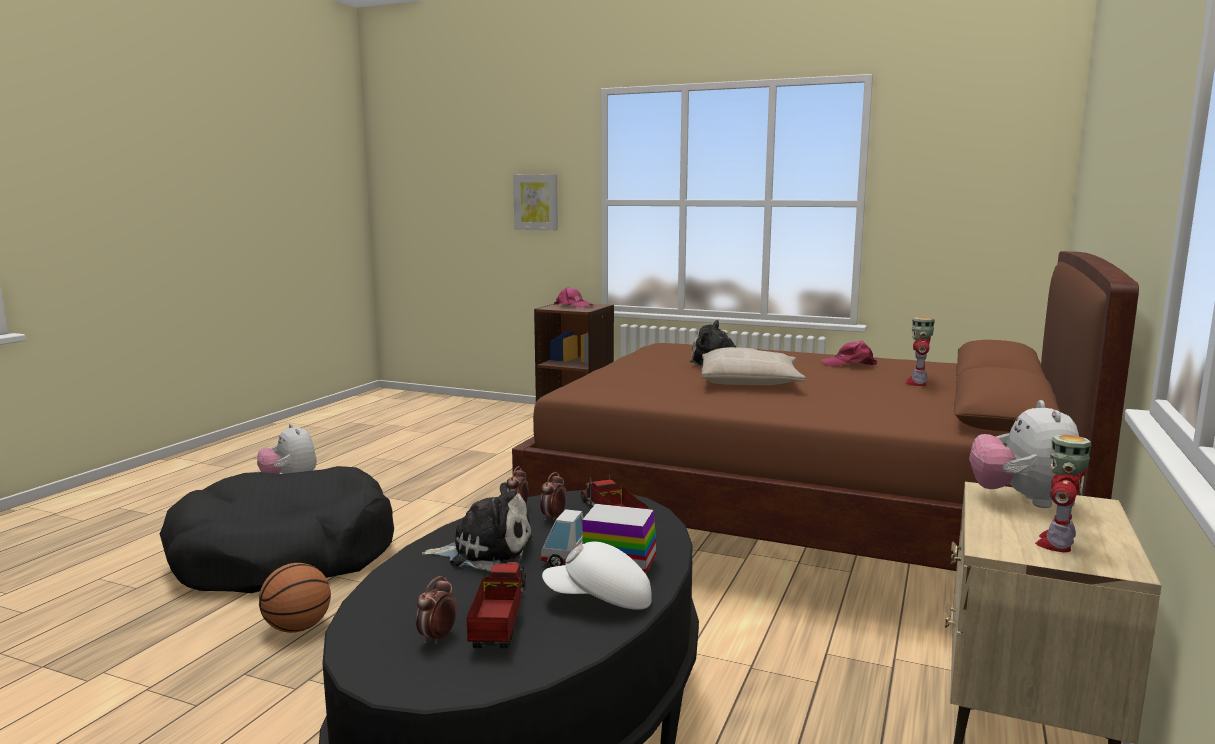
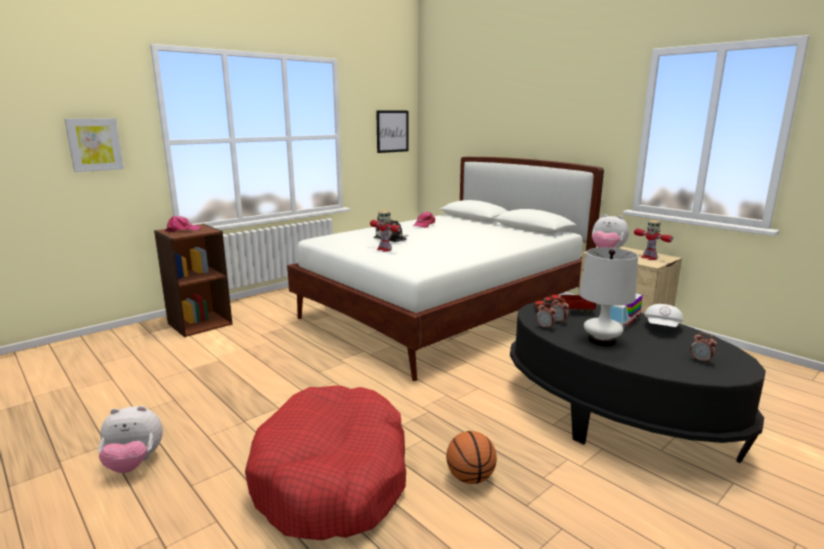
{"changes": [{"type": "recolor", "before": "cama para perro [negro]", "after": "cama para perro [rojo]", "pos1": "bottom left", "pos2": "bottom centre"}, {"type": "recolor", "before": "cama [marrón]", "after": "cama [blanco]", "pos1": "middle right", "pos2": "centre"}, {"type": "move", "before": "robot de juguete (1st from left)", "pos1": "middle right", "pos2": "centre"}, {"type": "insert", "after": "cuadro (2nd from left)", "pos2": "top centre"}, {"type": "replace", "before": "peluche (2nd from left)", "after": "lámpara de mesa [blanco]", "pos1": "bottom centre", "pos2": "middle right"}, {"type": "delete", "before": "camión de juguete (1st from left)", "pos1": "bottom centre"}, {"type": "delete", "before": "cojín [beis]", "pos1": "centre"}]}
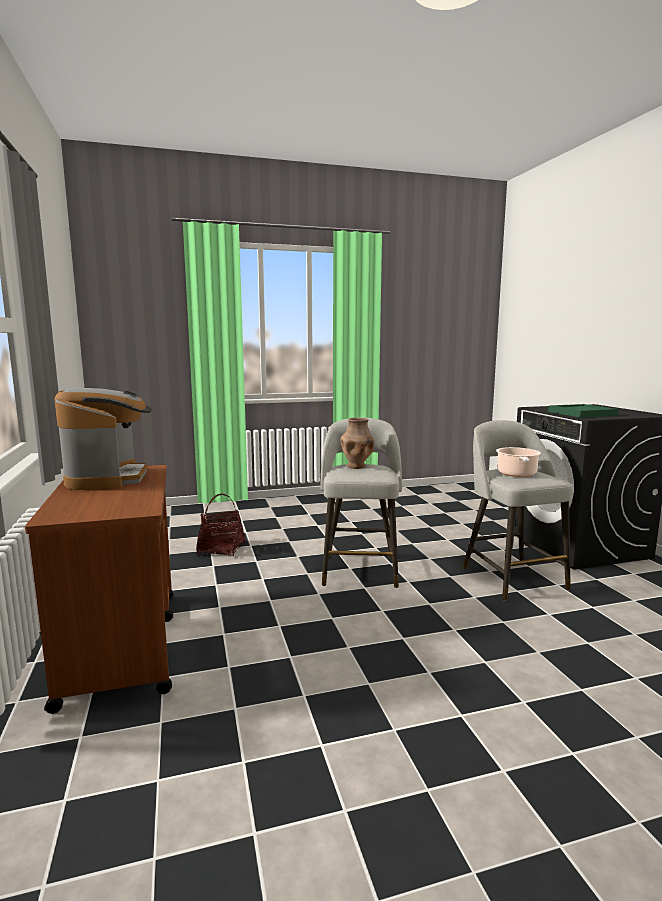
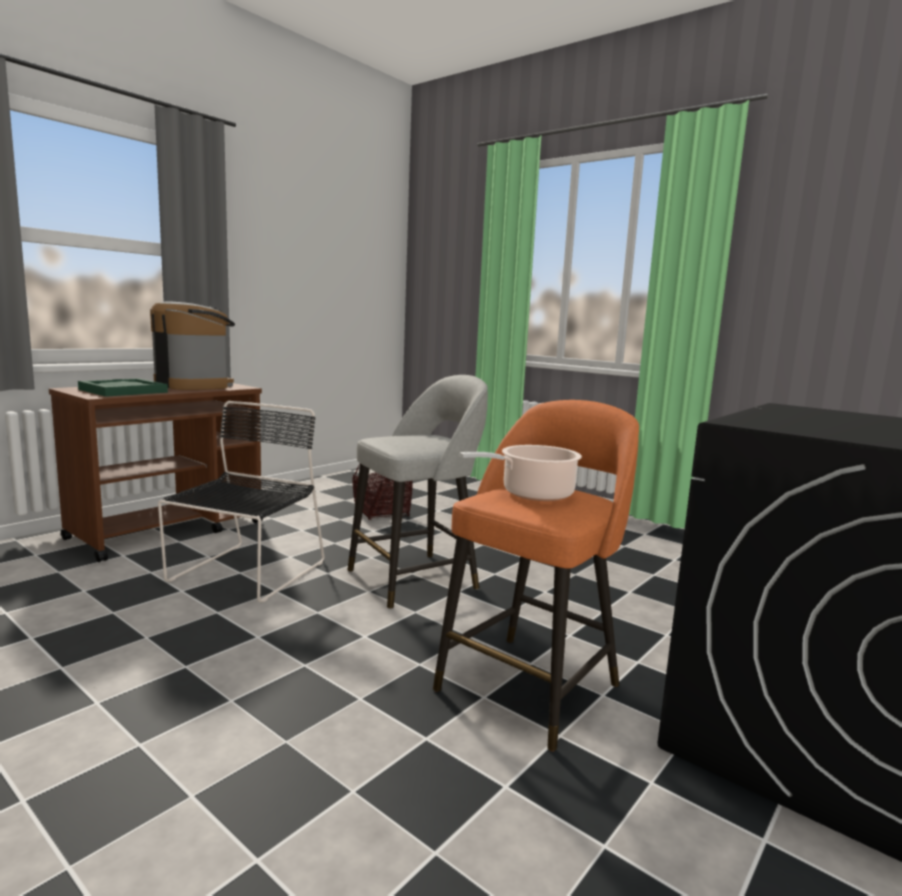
{"changes": [{"type": "move", "before": "bandeja [verde]", "pos1": "middle right", "pos2": "middle left"}, {"type": "rotate", "before": "cafetera", "pos1": "middle left", "pos2": "middle left", "turn": -90}, {"type": "insert", "after": "silla [negro]", "pos2": "middle left"}, {"type": "recolor", "before": "taburete [gris] (2nd from left)", "after": "taburete [naranja]", "pos1": "middle right", "pos2": "centre"}, {"type": "delete", "before": "florero [marrón]", "pos1": "centre"}]}
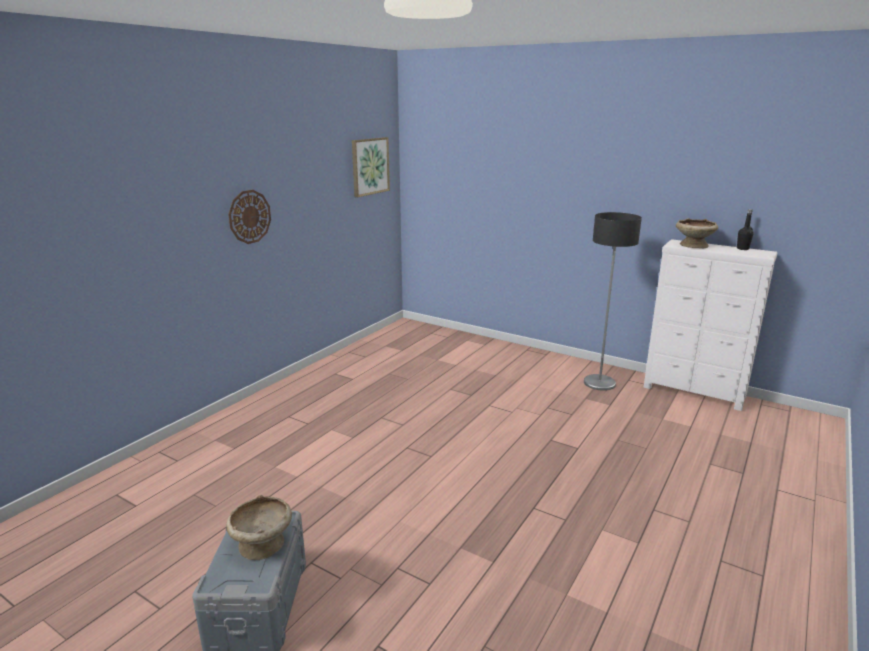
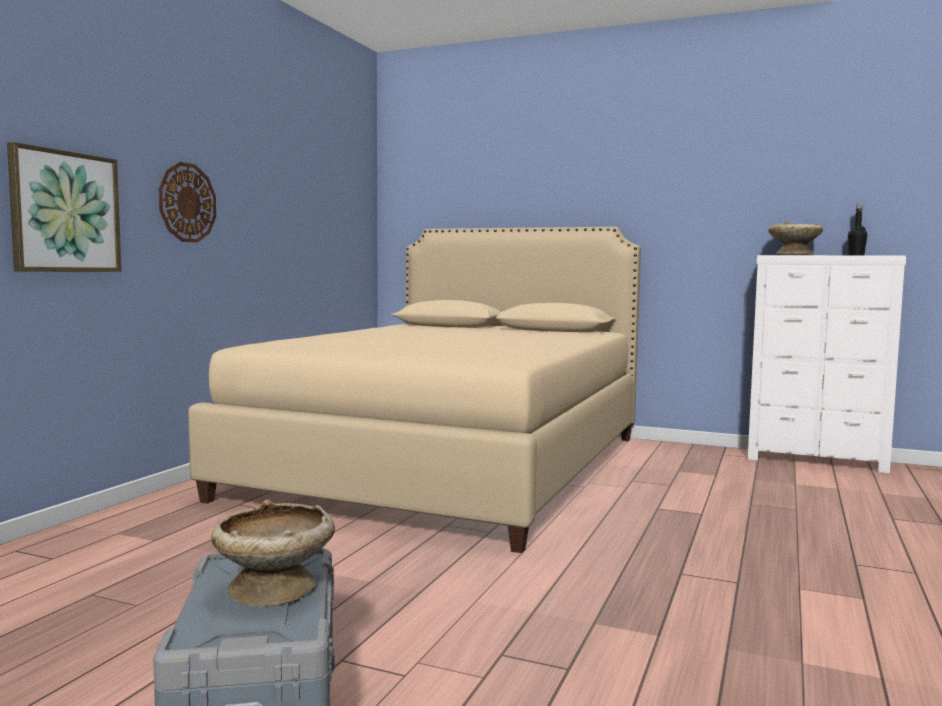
{"changes": [{"type": "move", "before": "cuadro", "pos1": "top centre", "pos2": "top left"}, {"type": "insert", "after": "cama [beis]", "pos2": "centre"}, {"type": "delete", "before": "lámpara de pie", "pos1": "middle right"}]}
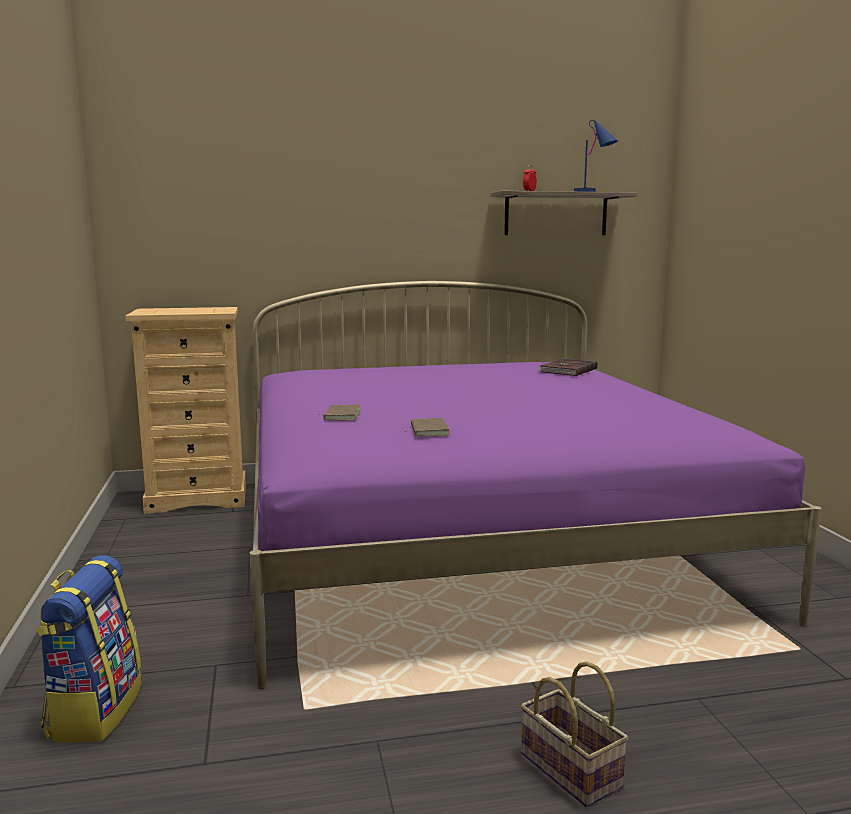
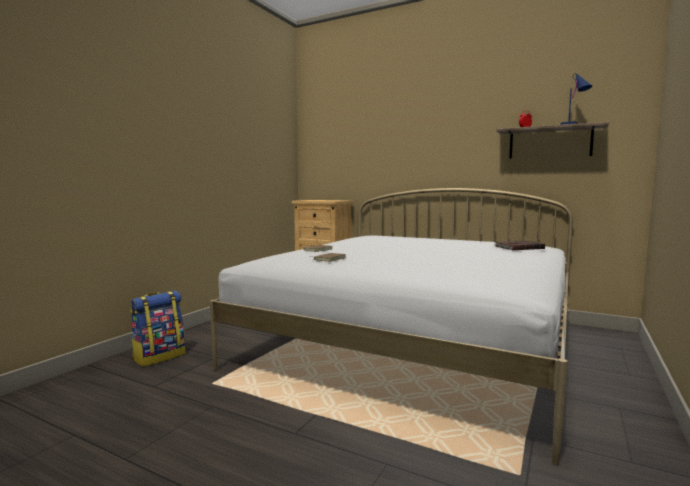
{"changes": [{"type": "recolor", "before": "cama [morado]", "after": "cama [blanco]", "pos1": "centre", "pos2": "bottom centre"}, {"type": "delete", "before": "cesta", "pos1": "bottom right"}]}
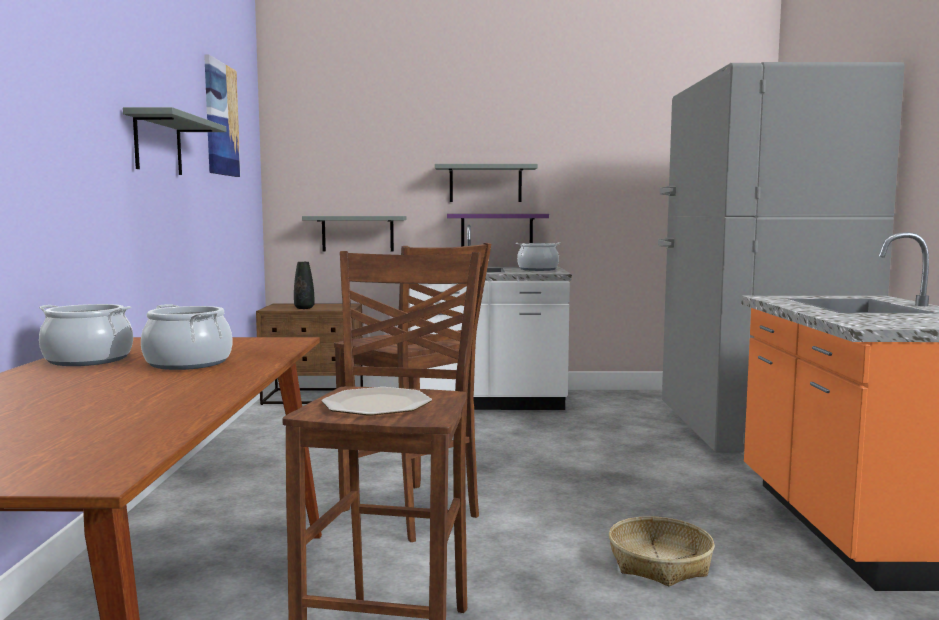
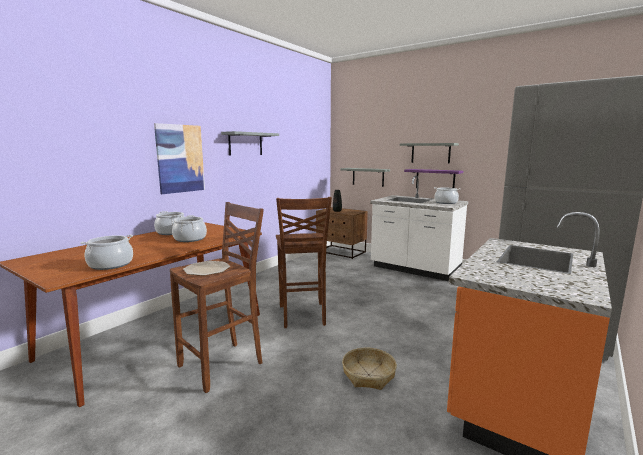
{"changes": [{"type": "insert", "after": "olla (1st from left)", "pos2": "middle left"}, {"type": "move", "before": "cuadro", "pos1": "top left", "pos2": "middle left"}]}
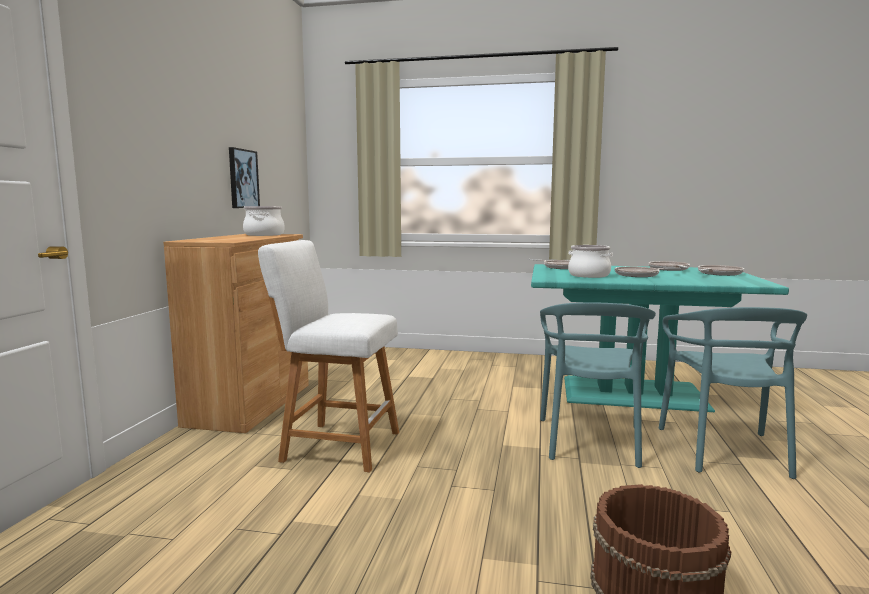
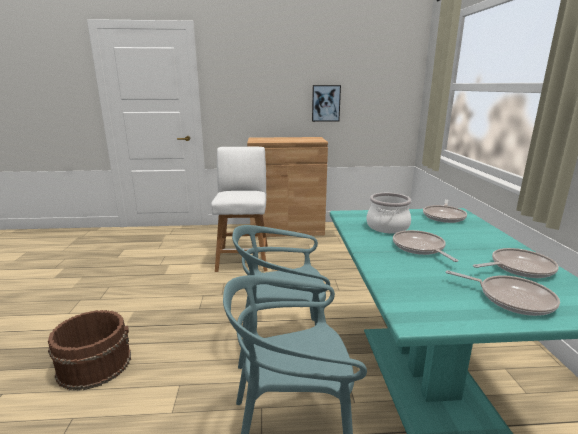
{"changes": [{"type": "delete", "before": "olla (1st from left)", "pos1": "middle left"}]}
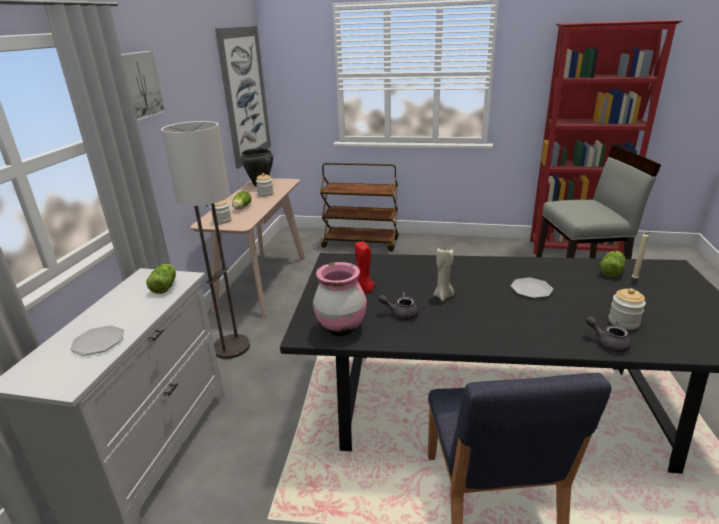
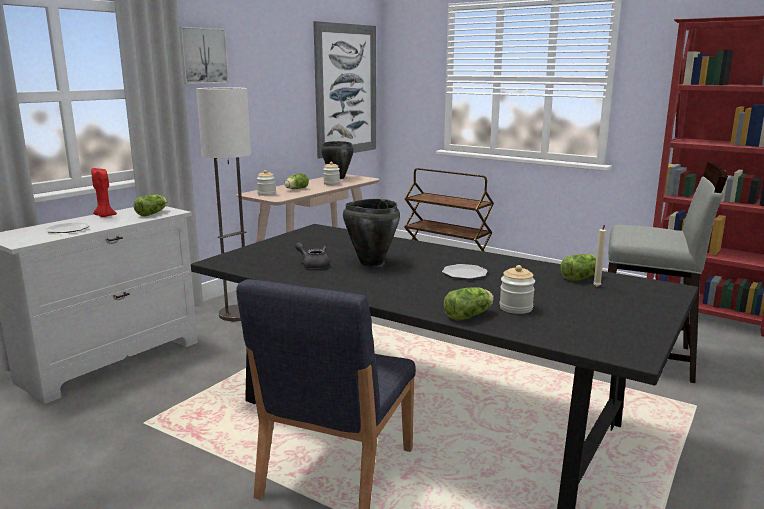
{"changes": [{"type": "move", "before": "vela [rojo]", "pos1": "centre", "pos2": "middle left"}, {"type": "replace", "before": "vela [beis] (1st from left)", "after": "olla [negro] (2nd from left)", "pos1": "centre", "pos2": "centre"}, {"type": "replace", "before": "tetera [gris] (2nd from left)", "after": "lechuga (3rd from left)", "pos1": "middle right", "pos2": "centre"}, {"type": "delete", "before": "florero [rosa]", "pos1": "centre"}]}
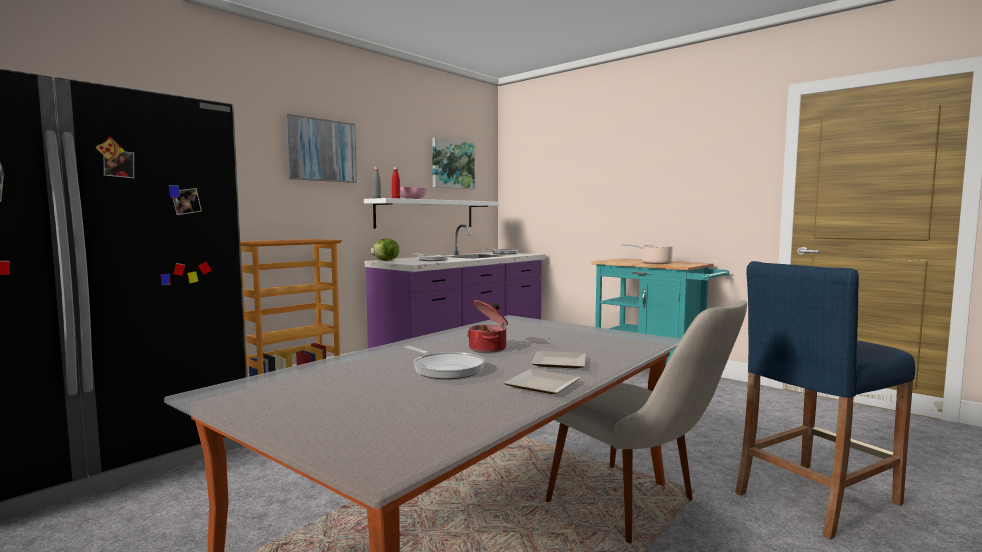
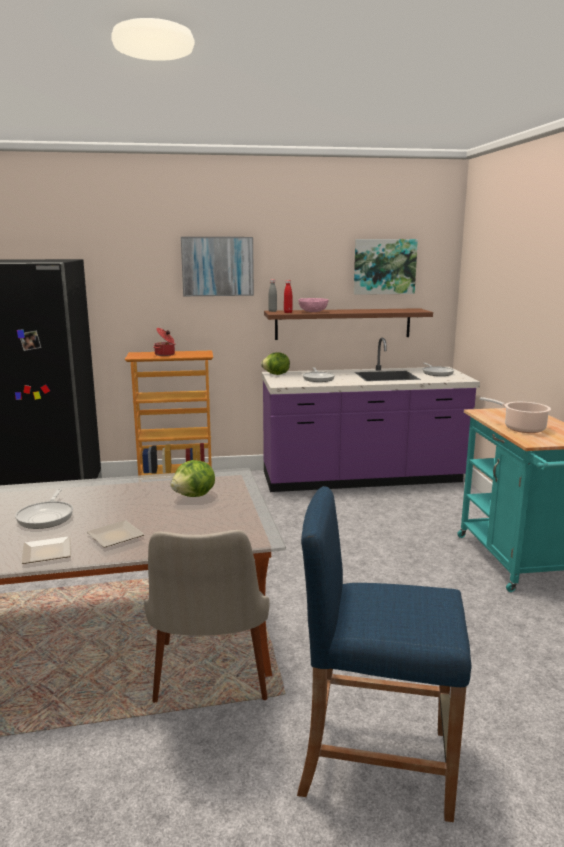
{"changes": [{"type": "move", "before": "olla (1st from left)", "pos1": "centre", "pos2": "middle left"}, {"type": "insert", "after": "lechuga (1st from left)", "pos2": "centre"}, {"type": "recolor", "before": "estante [blanco]", "after": "estante [marrón]", "pos1": "centre", "pos2": "centre"}]}
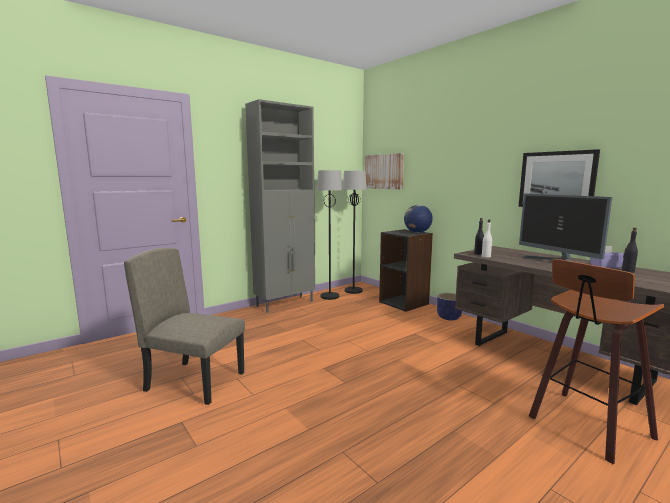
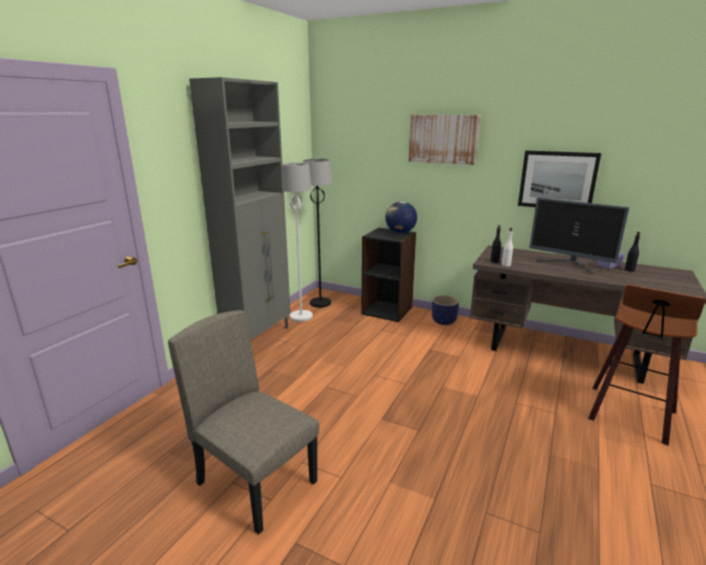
{"changes": [{"type": "rotate", "before": "silla [beis]", "pos1": "middle left", "pos2": "bottom centre", "turn": 45}, {"type": "recolor", "before": "lámpara de pie [negro] (1st from left)", "after": "lámpara de pie [blanco]", "pos1": "centre", "pos2": "centre"}, {"type": "move", "before": "cuadro (1st from left)", "pos1": "centre", "pos2": "top centre"}]}
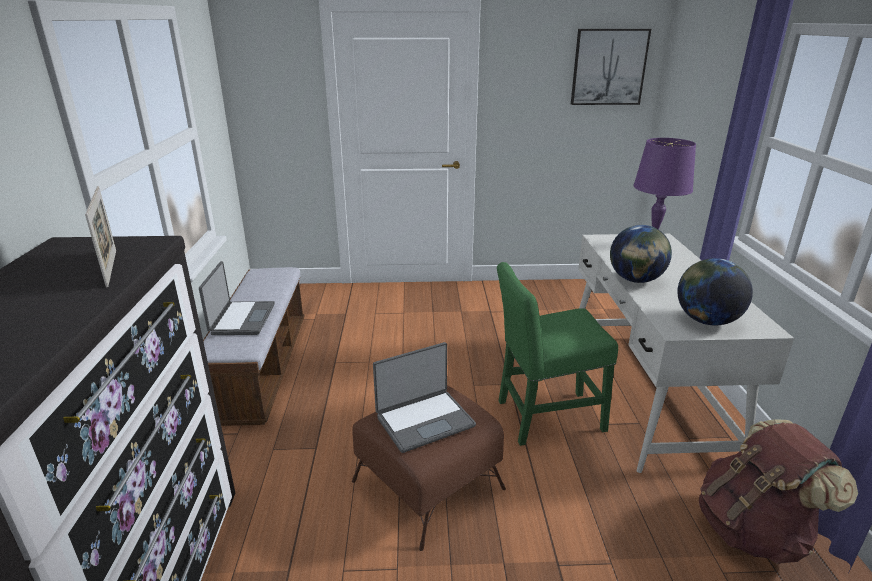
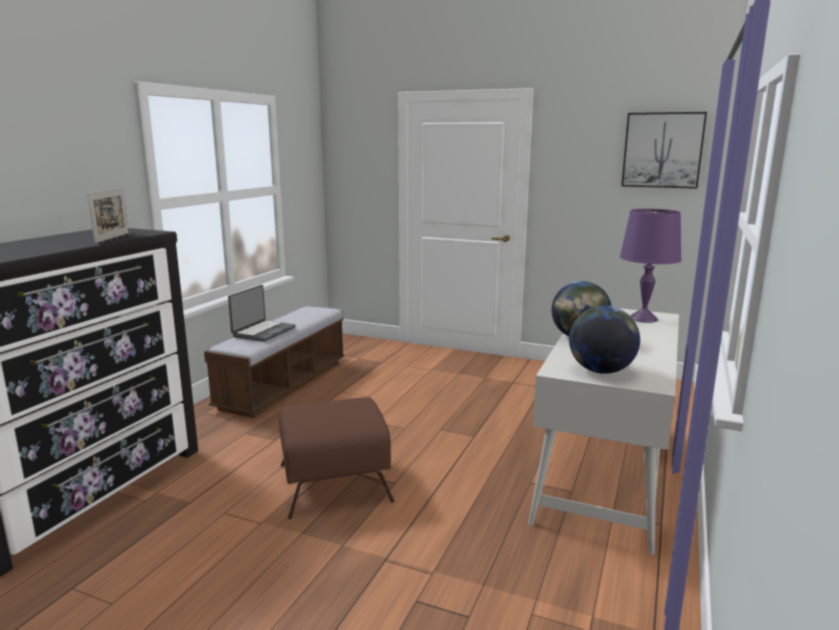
{"changes": [{"type": "delete", "before": "portátil (2nd from left)", "pos1": "bottom centre"}, {"type": "delete", "before": "silla [verde]", "pos1": "centre"}, {"type": "delete", "before": "mochila [marrón]", "pos1": "bottom right"}]}
